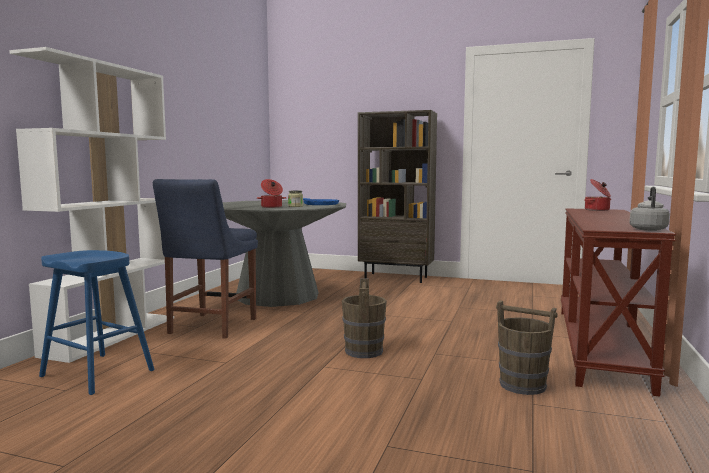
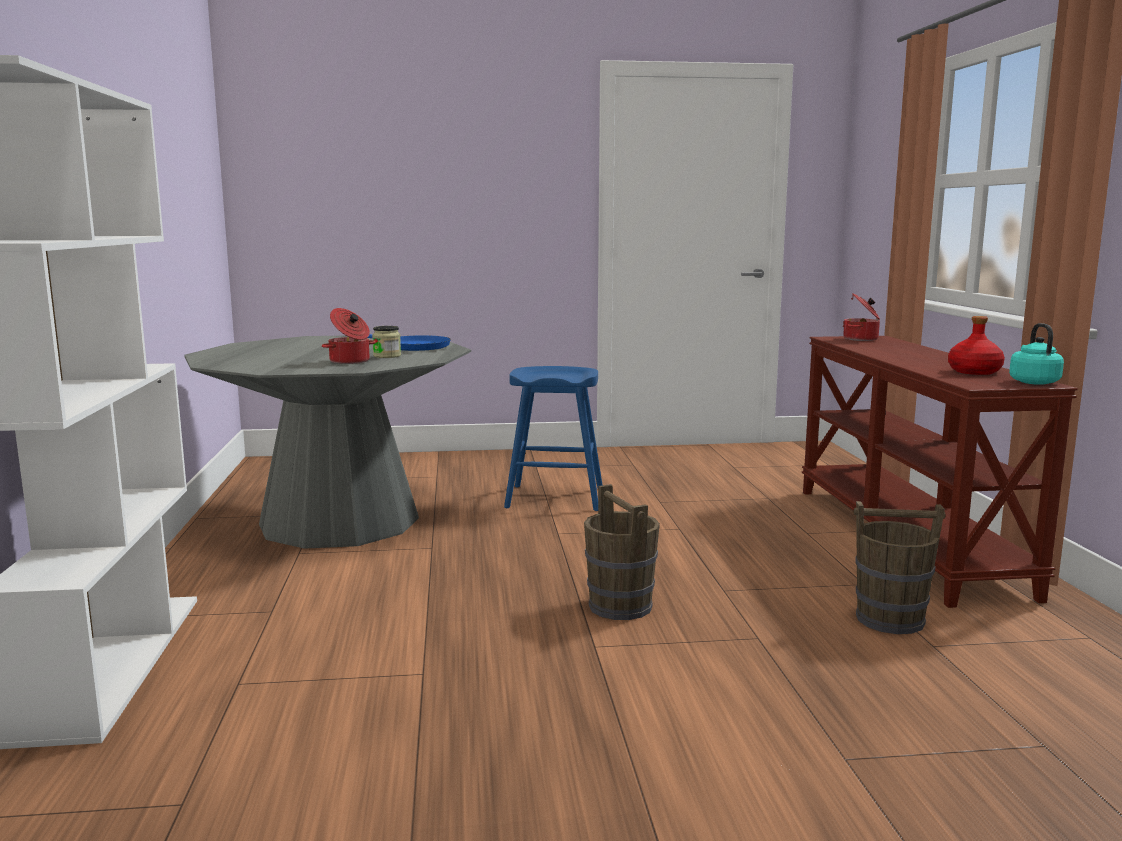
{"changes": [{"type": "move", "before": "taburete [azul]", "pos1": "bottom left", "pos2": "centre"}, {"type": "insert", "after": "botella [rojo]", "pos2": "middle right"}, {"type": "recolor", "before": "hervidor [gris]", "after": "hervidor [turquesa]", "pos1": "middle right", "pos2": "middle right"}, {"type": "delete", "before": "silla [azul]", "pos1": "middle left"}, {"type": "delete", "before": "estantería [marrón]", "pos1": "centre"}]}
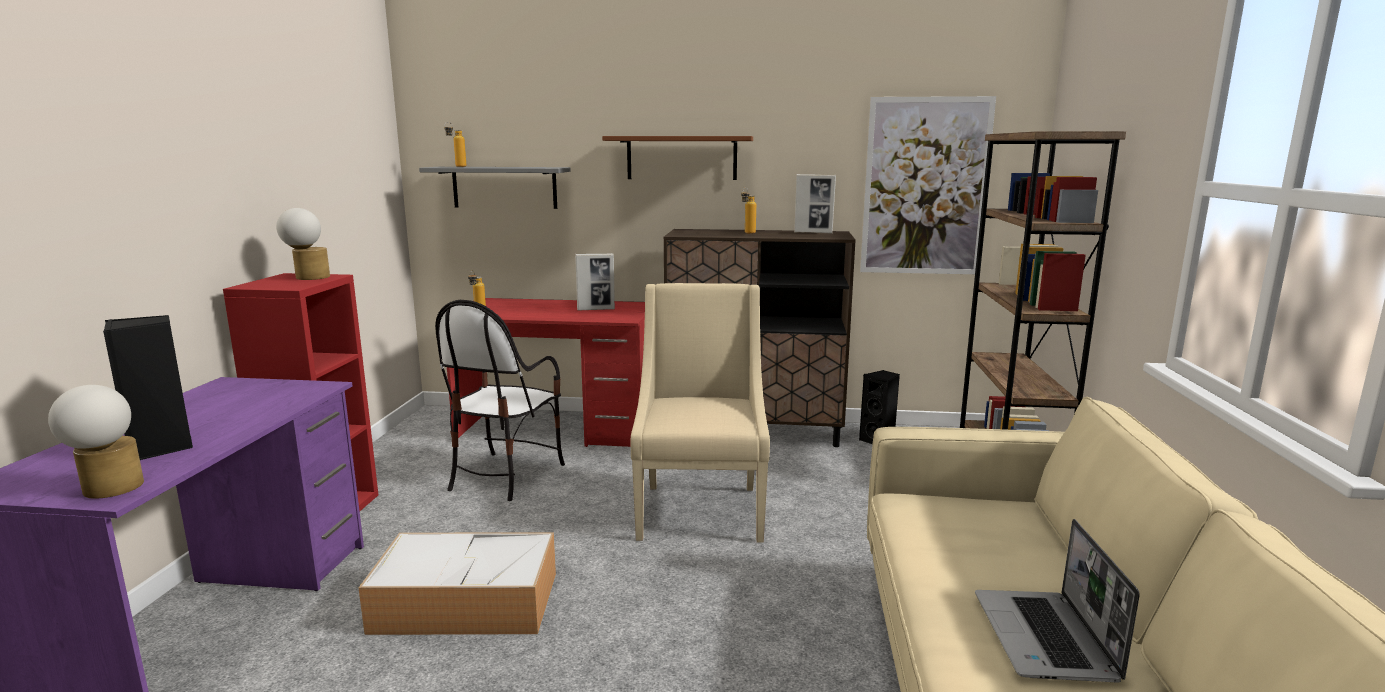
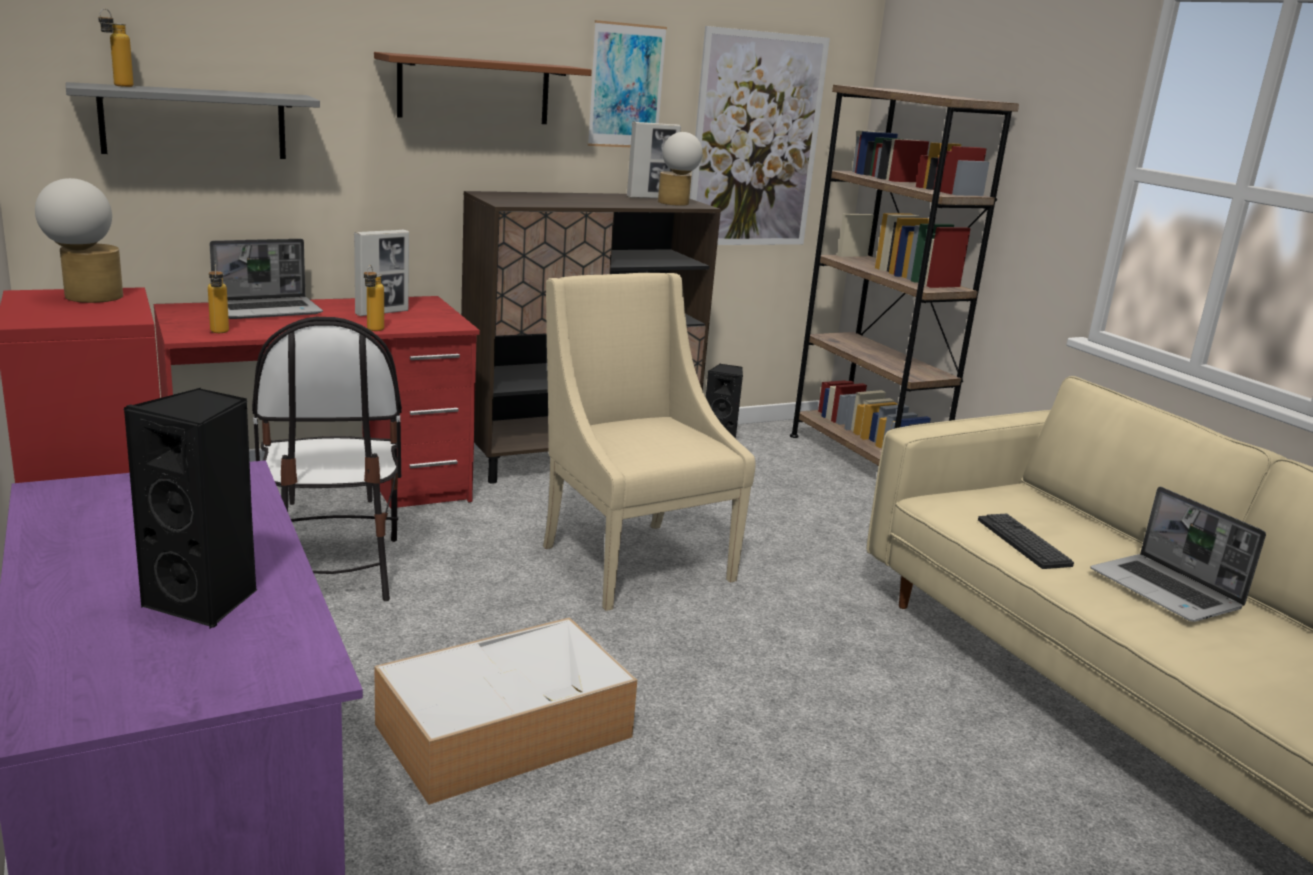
{"changes": [{"type": "insert", "after": "portátil (1st from left)", "pos2": "top left"}, {"type": "move", "before": "botella (3rd from left)", "pos1": "top centre", "pos2": "middle left"}, {"type": "insert", "after": "cuadro (1st from left)", "pos2": "top centre"}, {"type": "move", "before": "lámpara de mesa (1st from left in the first image)", "after": "lámpara de mesa (2nd from left)", "pos1": "middle left", "pos2": "top centre"}, {"type": "insert", "after": "teclado", "pos2": "middle right"}]}
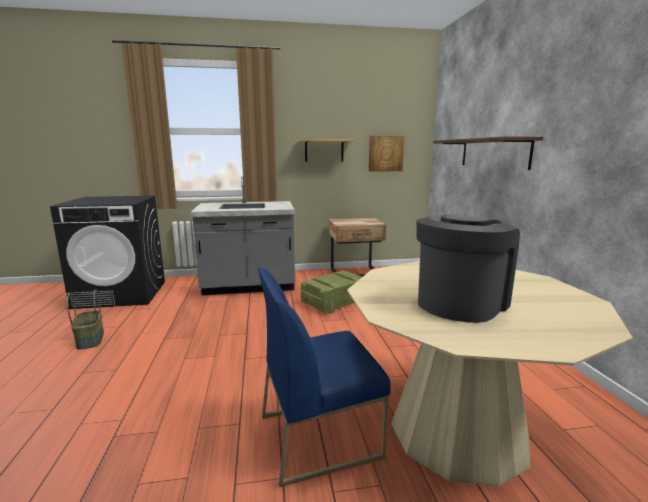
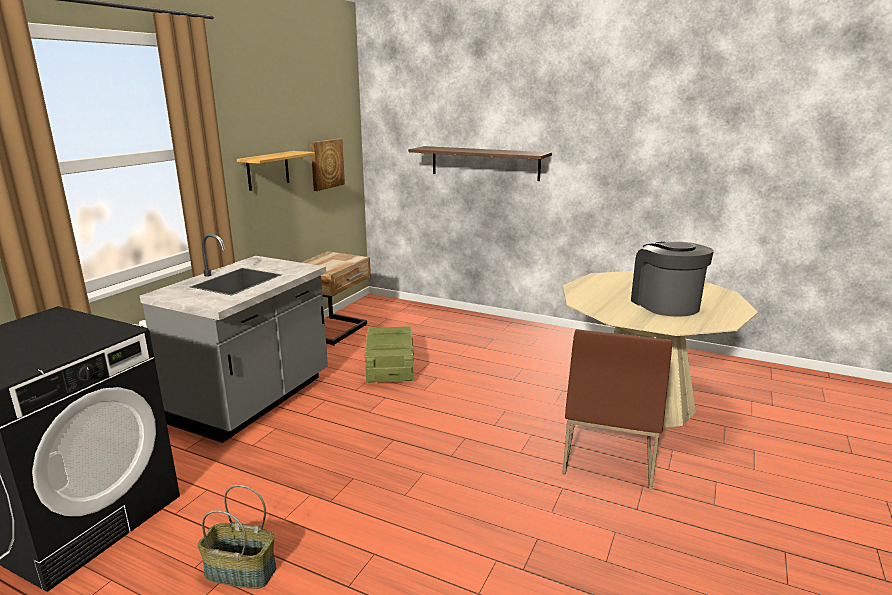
{"changes": [{"type": "recolor", "before": "silla [azul]", "after": "silla [marrón]", "pos1": "bottom centre", "pos2": "bottom right"}]}
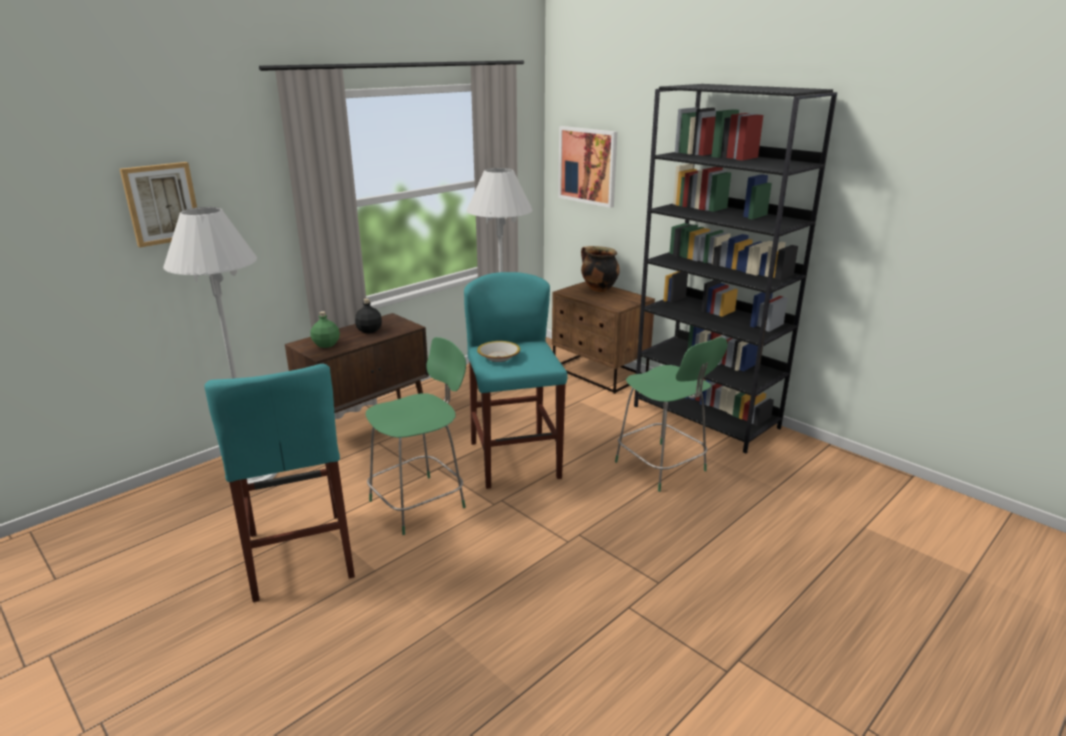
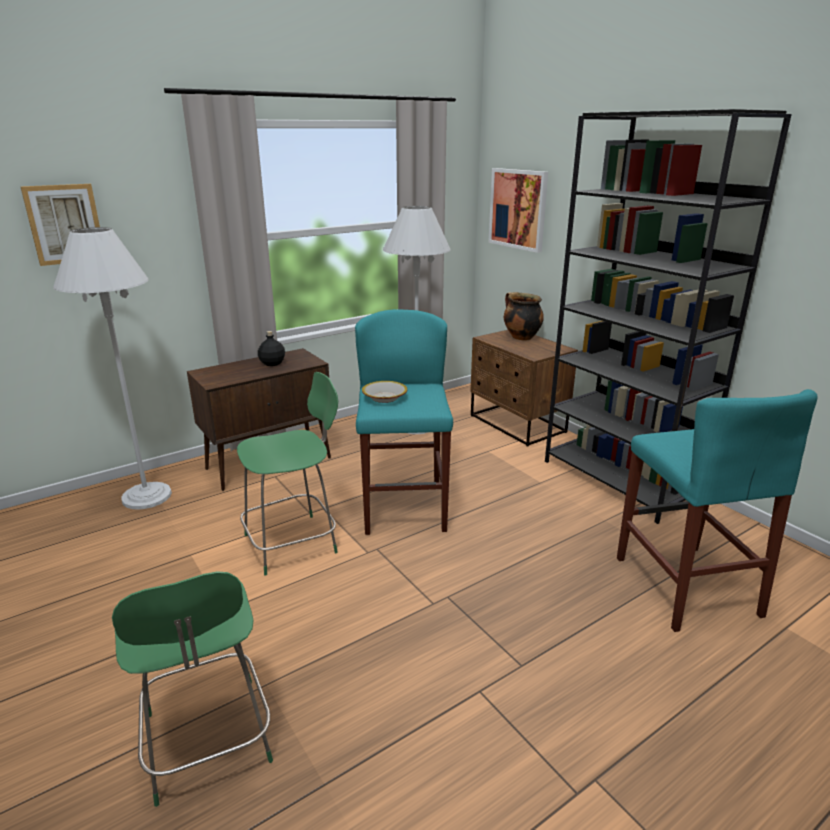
{"changes": [{"type": "move", "before": "silla [verde] (2nd from left in the first image)", "after": "silla [verde] (1st from left)", "pos1": "centre", "pos2": "bottom left"}, {"type": "move", "before": "taburete [turquesa] (1st from left in the first image)", "after": "taburete [turquesa] (2nd from left)", "pos1": "middle left", "pos2": "middle right"}, {"type": "delete", "before": "botella [verde]", "pos1": "middle left"}]}
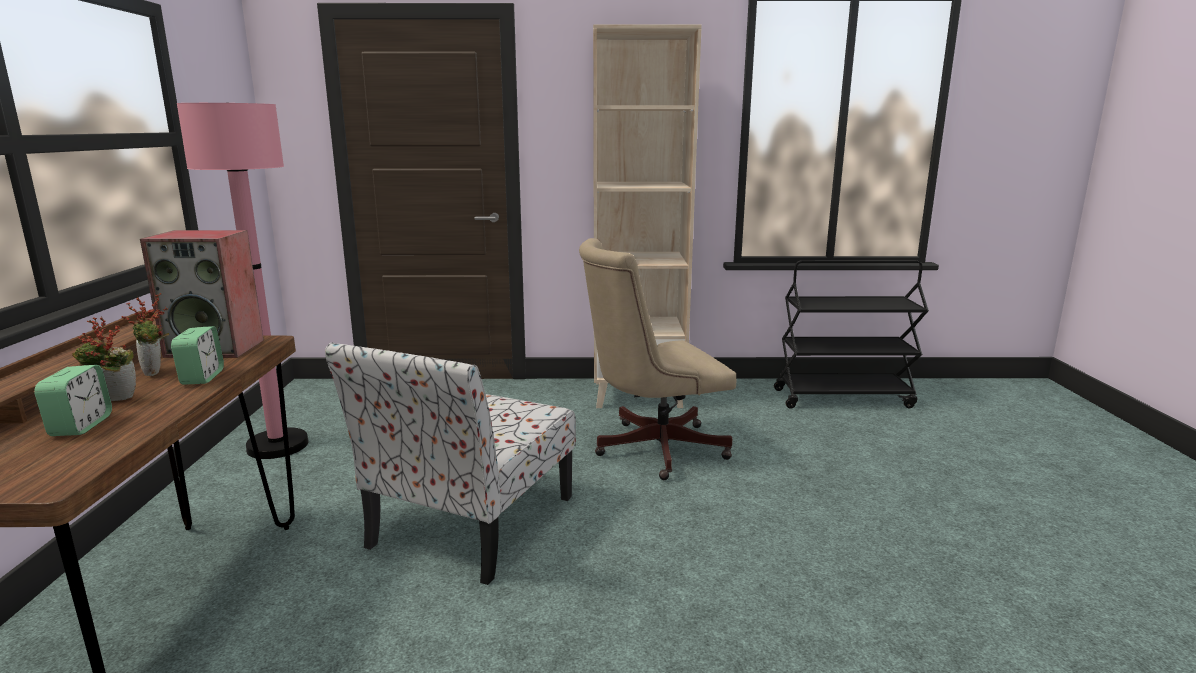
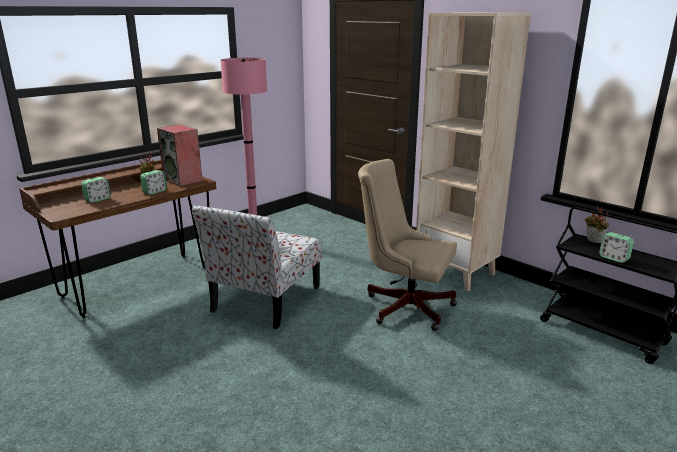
{"changes": [{"type": "rotate", "before": "silla", "pos1": "bottom centre", "pos2": "centre", "turn": -45}, {"type": "move", "before": "planta en maceta (1st from left in the first image)", "after": "planta en maceta (2nd from left)", "pos1": "middle left", "pos2": "middle right"}, {"type": "insert", "after": "despertador (3rd from left)", "pos2": "middle right"}]}
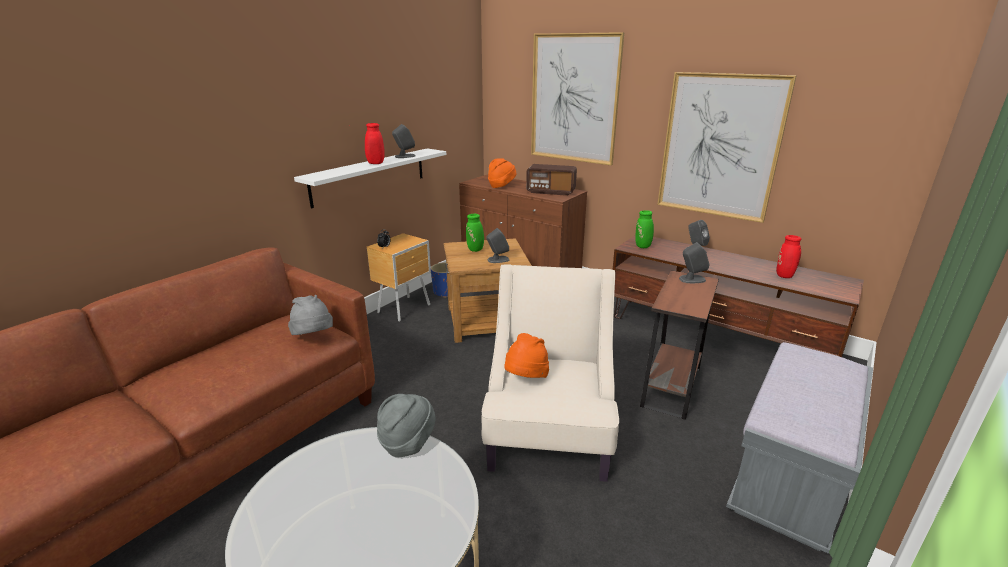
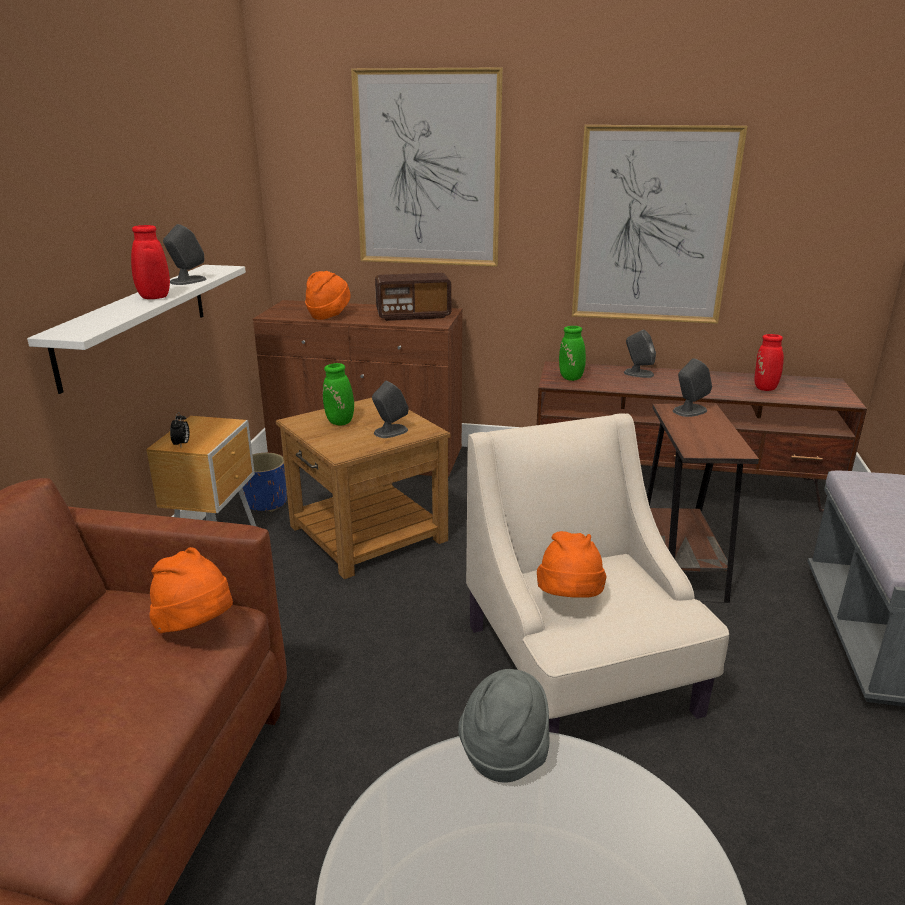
{"changes": [{"type": "recolor", "before": "sombrero [gris] (1st from left)", "after": "sombrero [naranja] (1st from left)", "pos1": "middle left", "pos2": "middle left"}]}
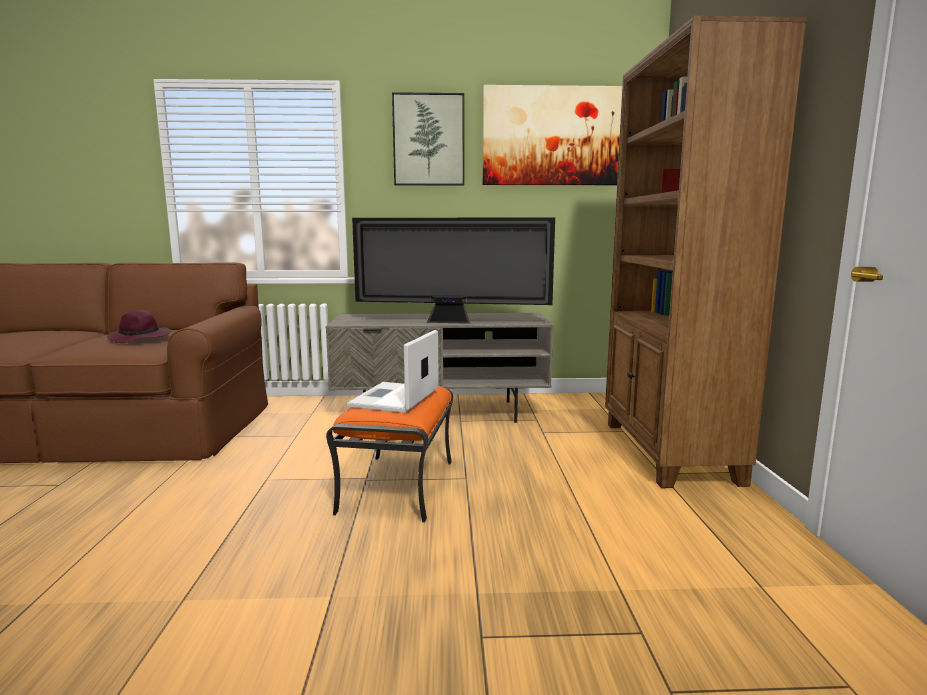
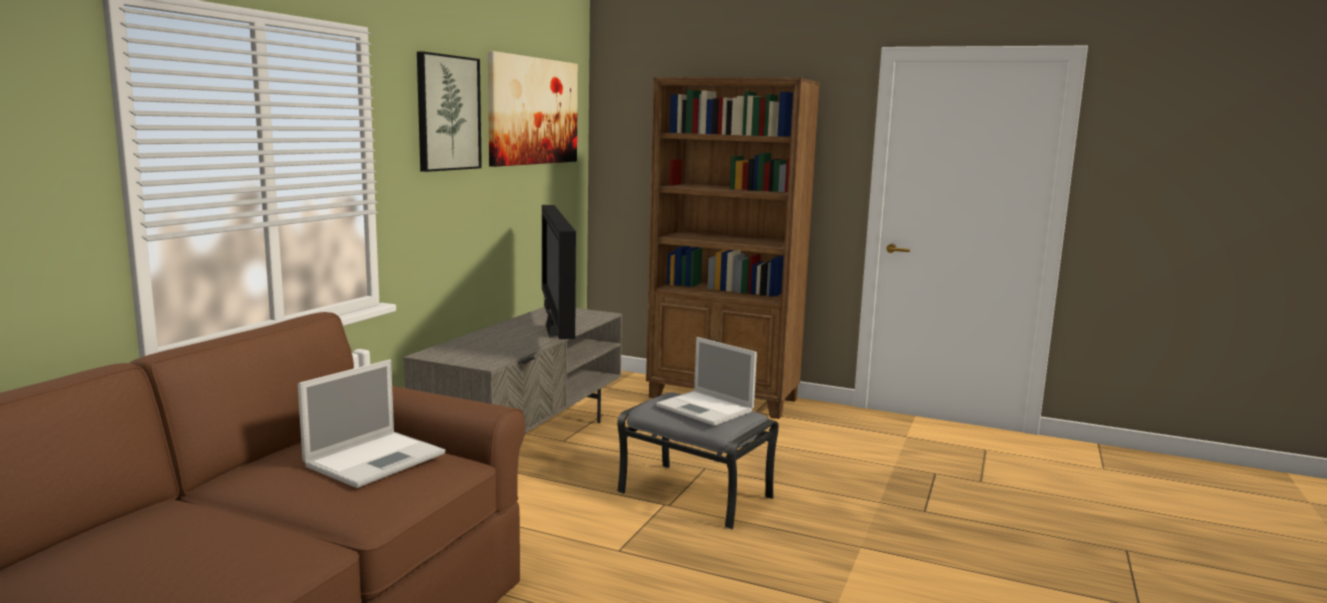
{"changes": [{"type": "replace", "before": "sombrero [morado]", "after": "portátil (1st from left)", "pos1": "middle left", "pos2": "bottom left"}, {"type": "rotate", "before": "televisor", "pos1": "centre", "pos2": "centre", "turn": 135}, {"type": "recolor", "before": "puf [naranja]", "after": "puf [gris]", "pos1": "centre", "pos2": "bottom centre"}]}
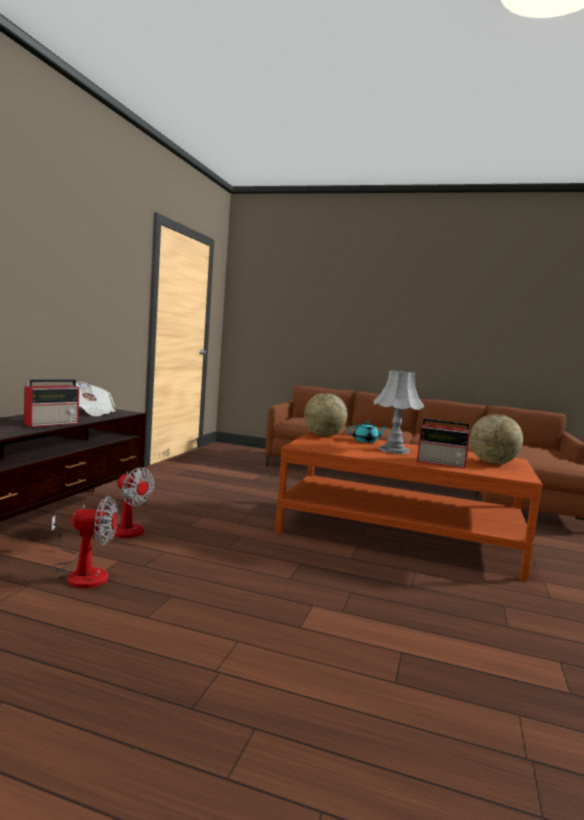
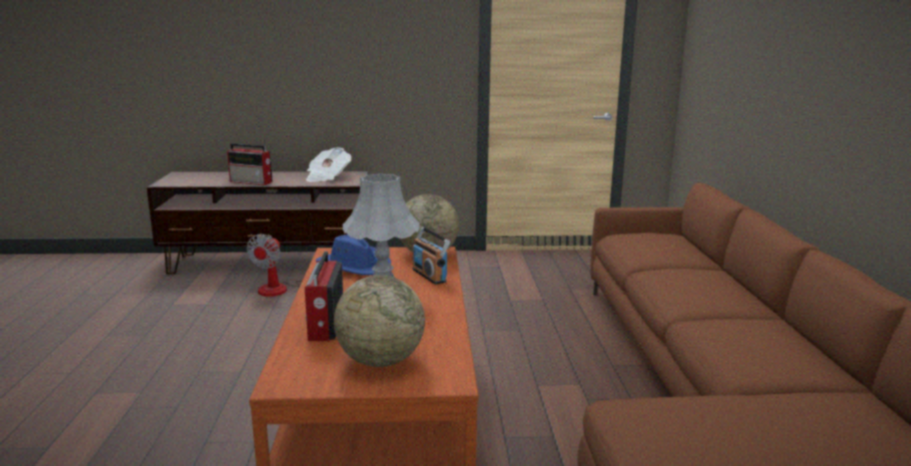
{"changes": [{"type": "insert", "after": "sombrero [azul]", "pos2": "centre"}, {"type": "replace", "before": "tetera [turquesa]", "after": "radio (3rd from left)", "pos1": "centre", "pos2": "centre"}, {"type": "delete", "before": "ventilador (1st from left)", "pos1": "middle left"}]}
